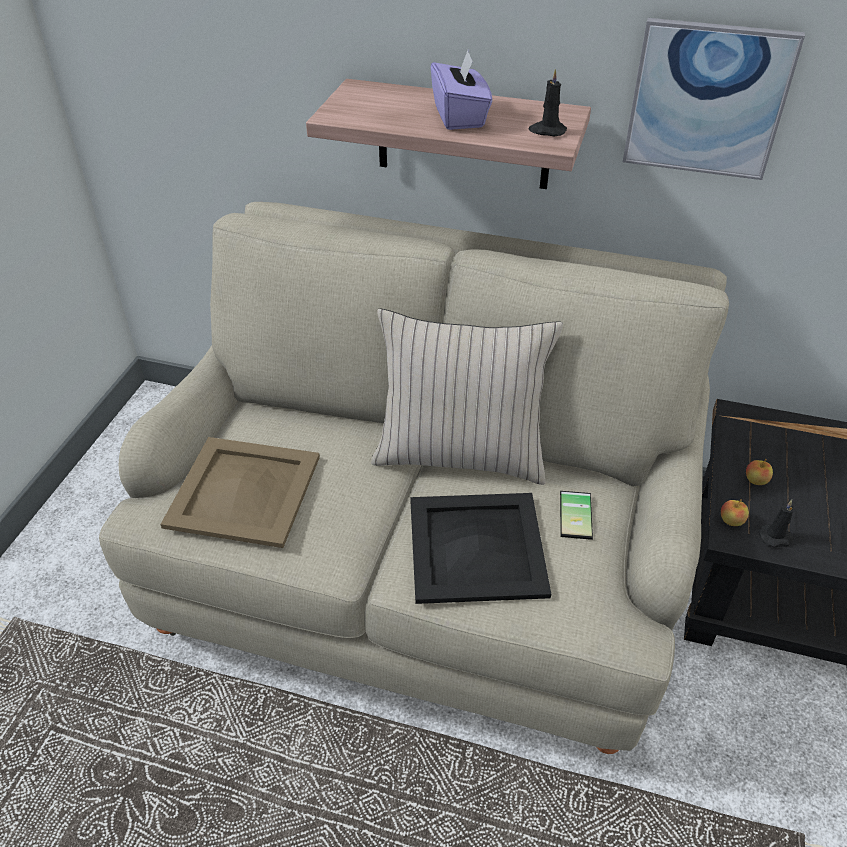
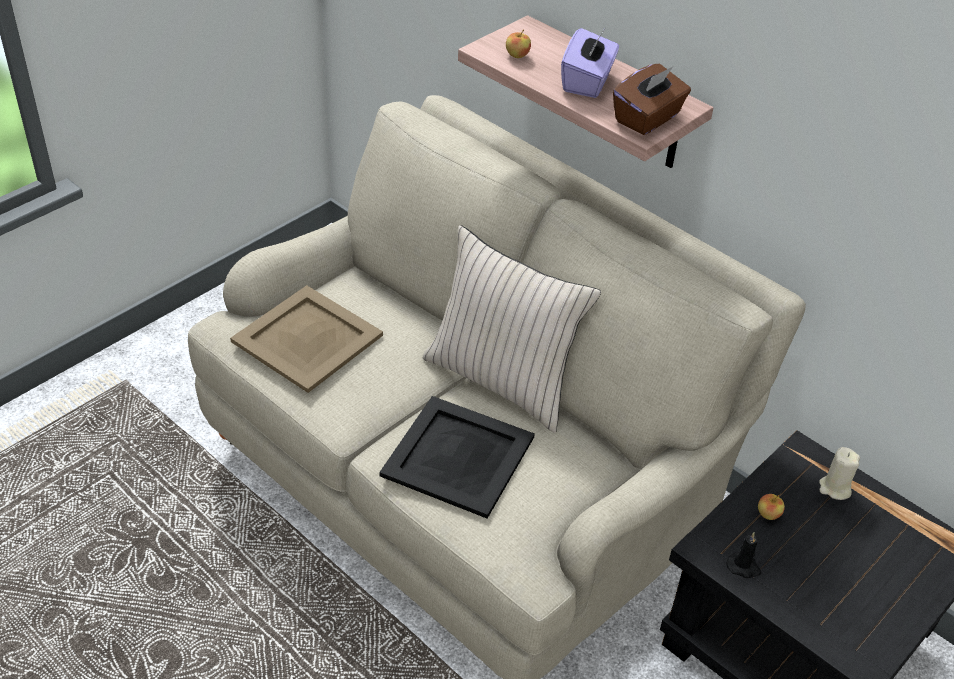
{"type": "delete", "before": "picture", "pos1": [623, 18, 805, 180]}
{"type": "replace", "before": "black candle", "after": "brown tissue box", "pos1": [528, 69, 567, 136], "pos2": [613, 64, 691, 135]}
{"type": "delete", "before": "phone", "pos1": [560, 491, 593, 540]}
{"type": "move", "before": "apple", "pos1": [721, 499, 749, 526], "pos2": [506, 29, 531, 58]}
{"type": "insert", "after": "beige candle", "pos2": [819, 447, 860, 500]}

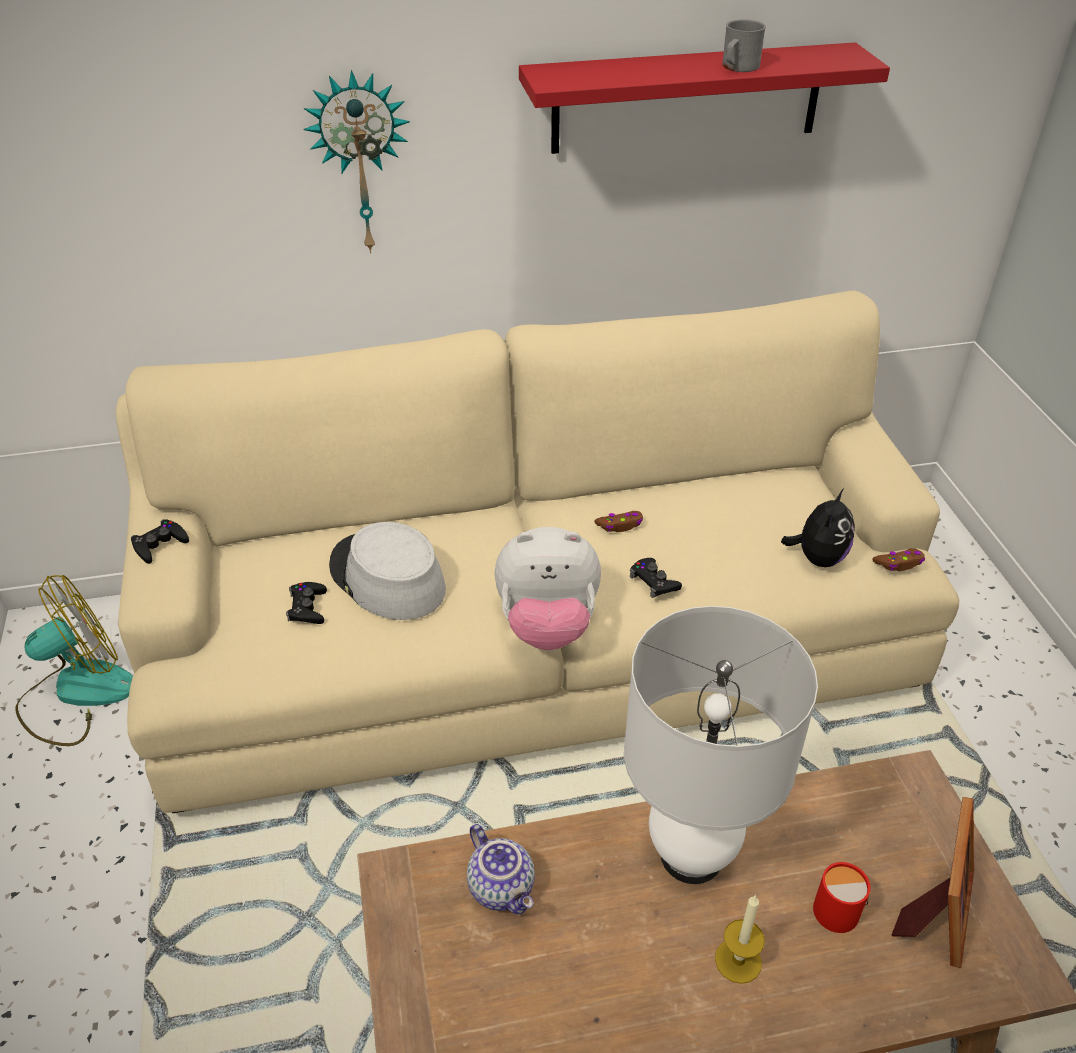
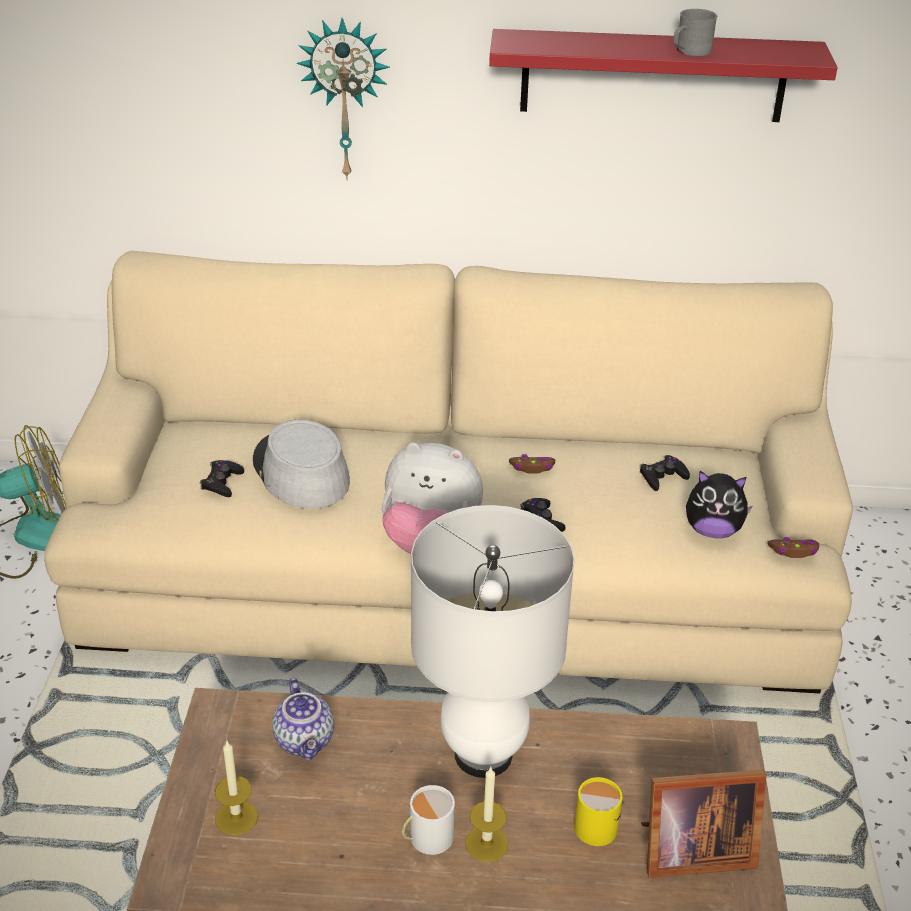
{"type": "rotate", "before": "plush toy", "pos1": [781, 489, 855, 567], "pos2": [686, 471, 752, 538], "turn": 60}
{"type": "move", "before": "black game controller", "pos1": [131, 519, 189, 564], "pos2": [640, 455, 690, 491]}
{"type": "rotate", "before": "picture frame", "pos1": [892, 797, 974, 968], "pos2": [641, 769, 766, 878], "turn": 45}
{"type": "recolor", "before": "red mug", "after": "yellow mug", "pos1": [813, 862, 871, 933], "pos2": [574, 777, 622, 846]}
{"type": "insert", "after": "candle", "pos2": [215, 741, 258, 835]}
{"type": "insert", "after": "white mug", "pos2": [402, 785, 455, 855]}

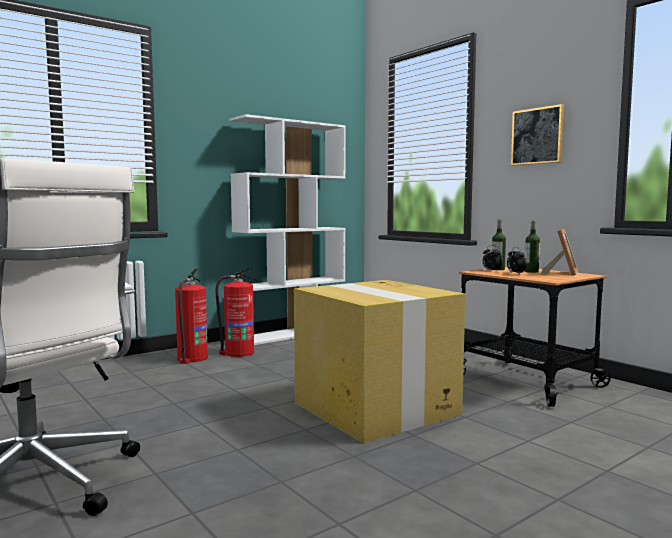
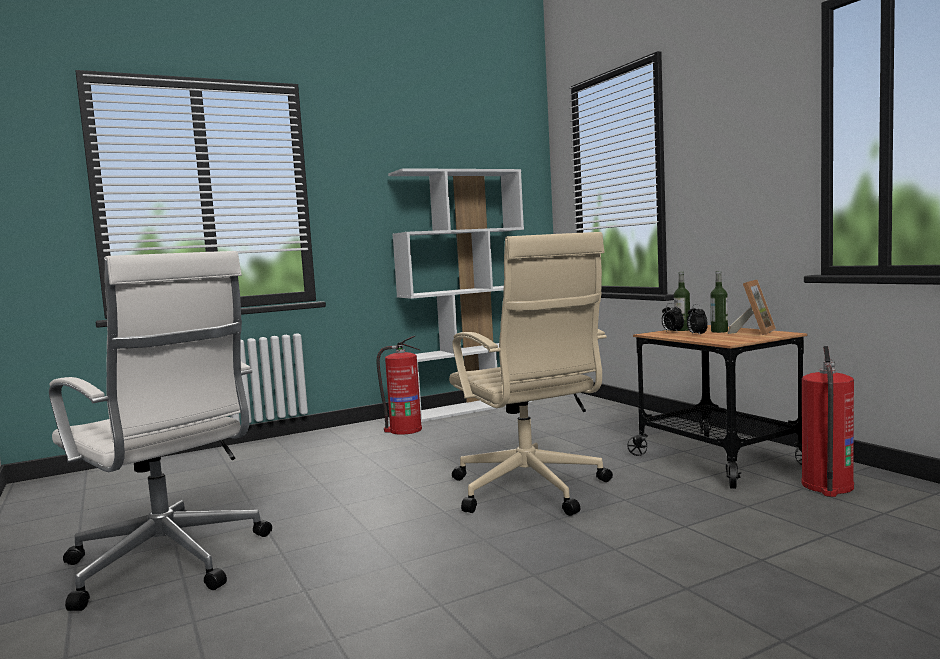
{"type": "delete", "before": "picture", "pos1": [511, 104, 564, 166]}
{"type": "move", "before": "fire extinguisher", "pos1": [175, 268, 208, 364], "pos2": [801, 346, 854, 497]}
{"type": "replace", "before": "cardboard box", "after": "beige office chair", "pos1": [294, 280, 465, 443], "pos2": [449, 232, 613, 516]}

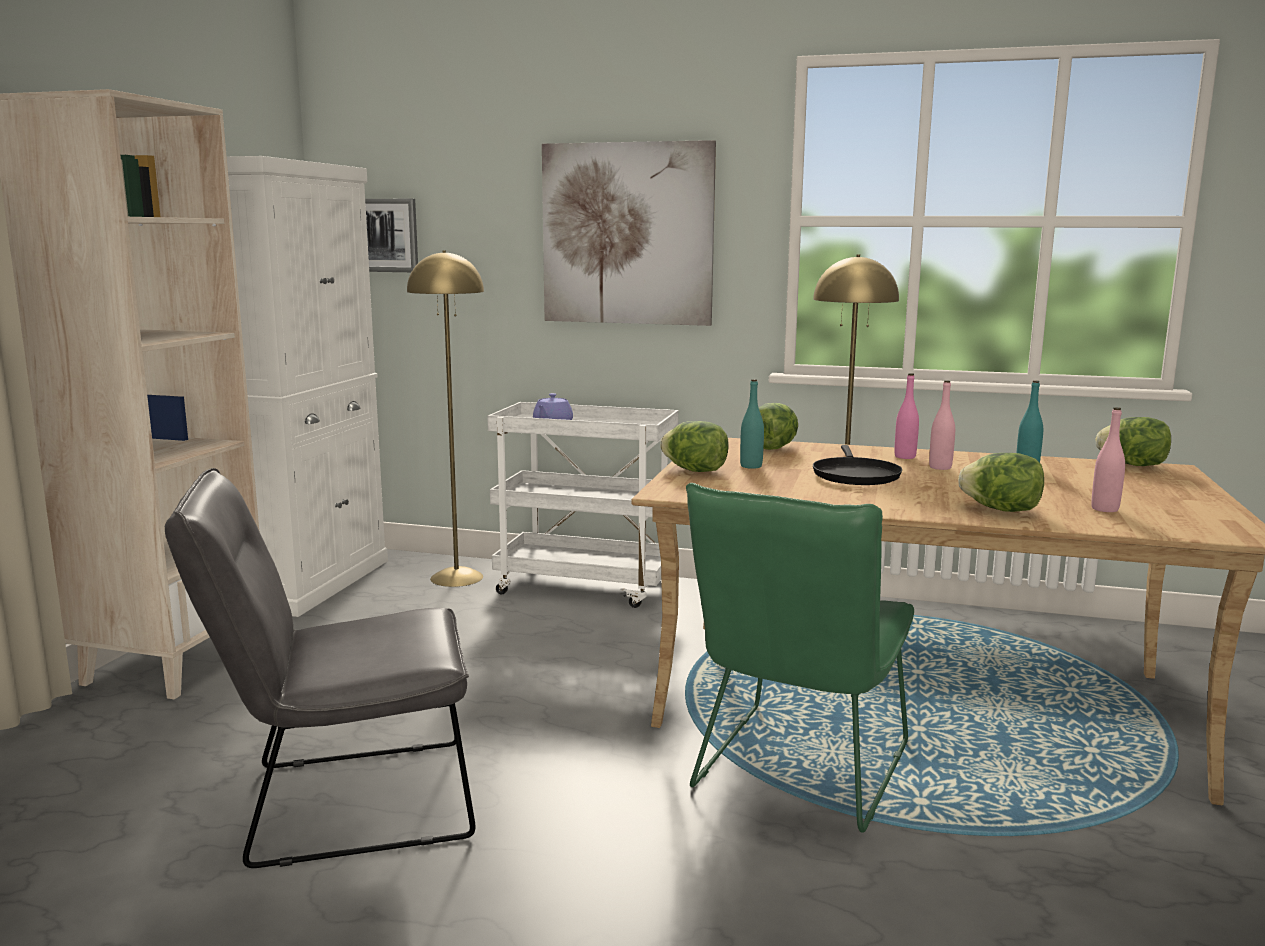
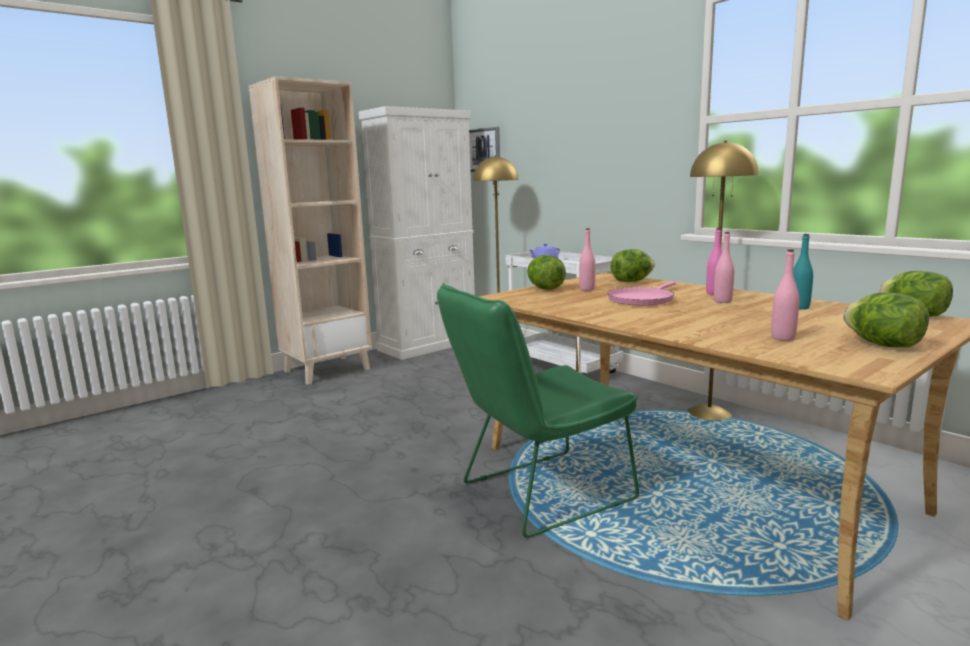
{"type": "delete", "before": "picture", "pos1": [542, 140, 716, 326]}
{"type": "recolor", "before": "turquoise bottle", "after": "pink bottle", "pos1": [740, 379, 764, 469], "pos2": [579, 228, 596, 291]}
{"type": "recolor", "before": "black frying pan", "after": "pink frying pan", "pos1": [813, 445, 902, 485], "pos2": [607, 282, 676, 306]}
{"type": "move", "before": "lettuce", "pos1": [958, 453, 1044, 512], "pos2": [843, 293, 929, 347]}
{"type": "delete", "before": "grey chair", "pos1": [165, 468, 475, 868]}

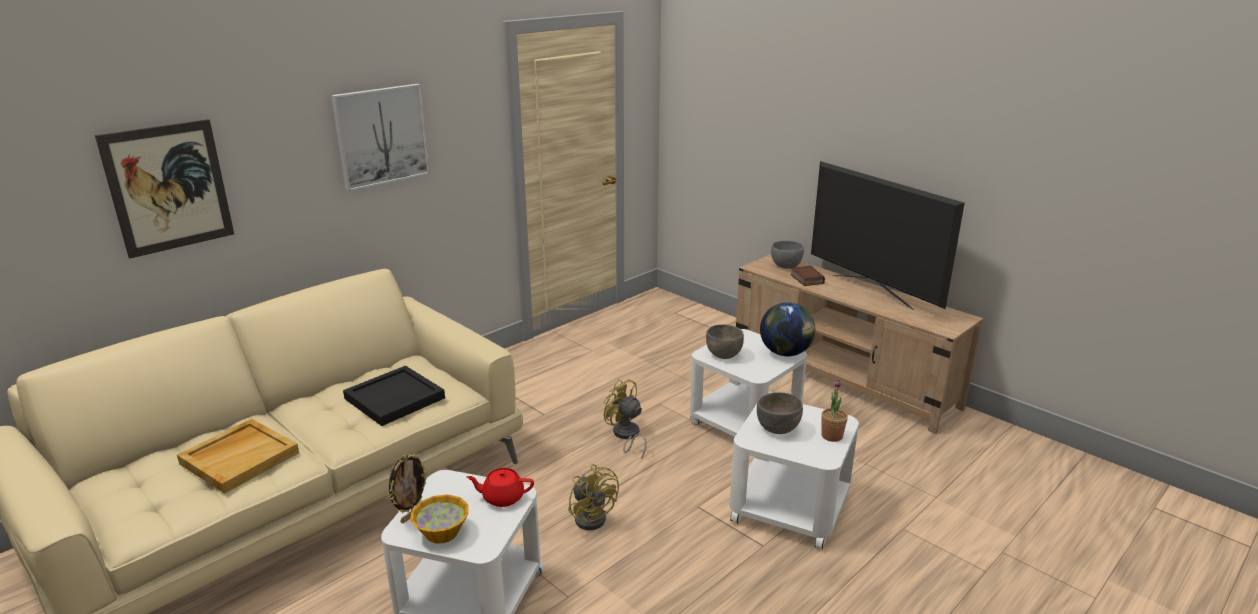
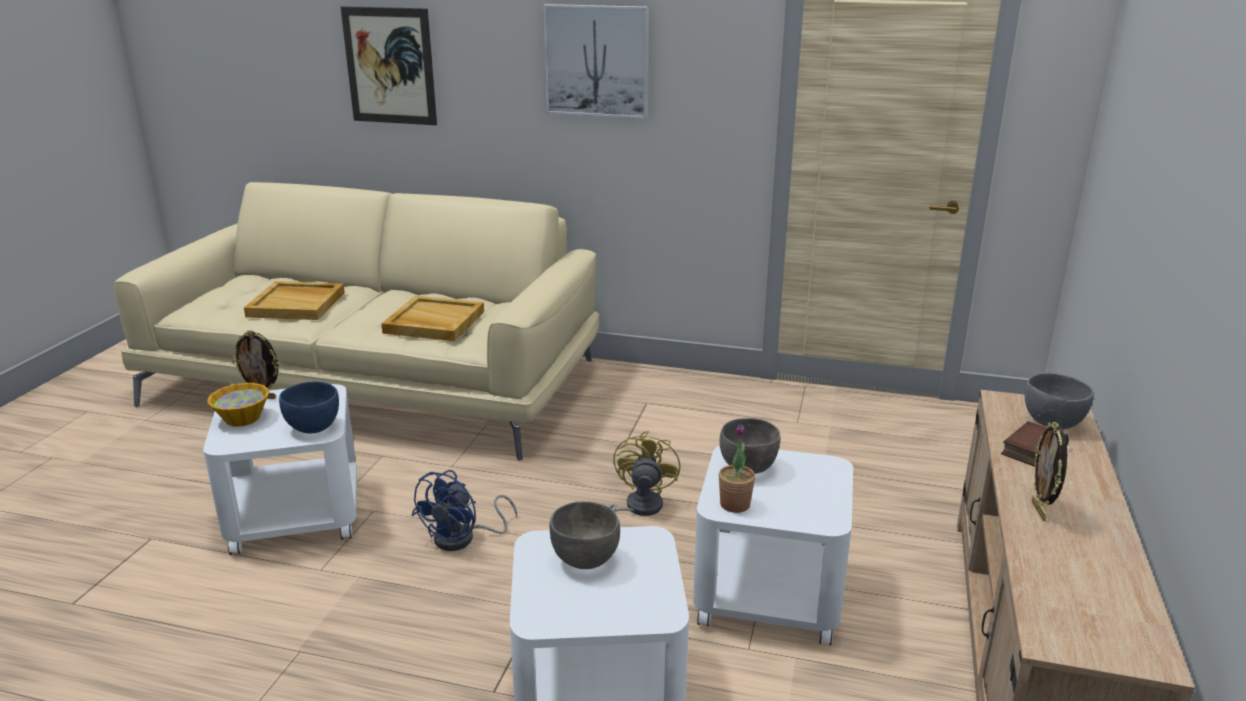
{"type": "delete", "before": "television", "pos1": [811, 161, 965, 310]}
{"type": "delete", "before": "globe", "pos1": [760, 302, 815, 356]}
{"type": "recolor", "before": "black tray", "after": "beige tray", "pos1": [343, 366, 445, 426], "pos2": [381, 296, 484, 341]}
{"type": "move", "before": "potted plant", "pos1": [821, 380, 848, 442], "pos2": [718, 425, 755, 513]}
{"type": "recolor", "before": "yellow fan", "after": "blue fan", "pos1": [568, 464, 619, 530], "pos2": [411, 470, 517, 551]}
{"type": "replace", "before": "red teapot", "after": "blue bowl", "pos1": [466, 468, 534, 507], "pos2": [279, 381, 339, 434]}
{"type": "insert", "after": "picture frame", "pos2": [1032, 422, 1067, 521]}

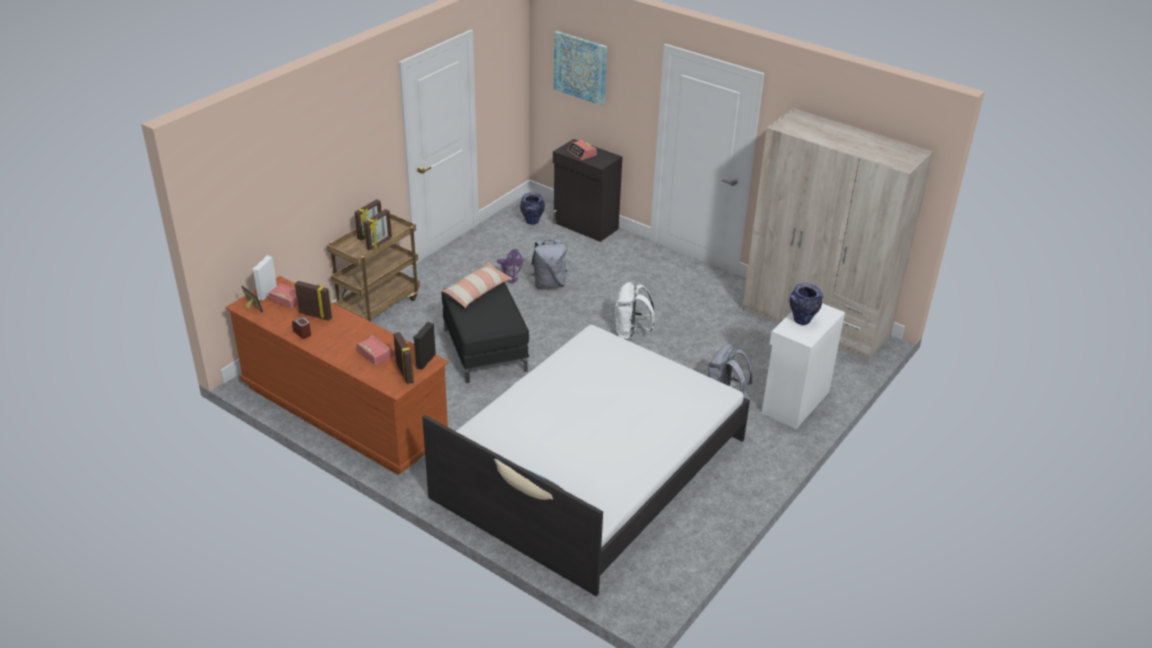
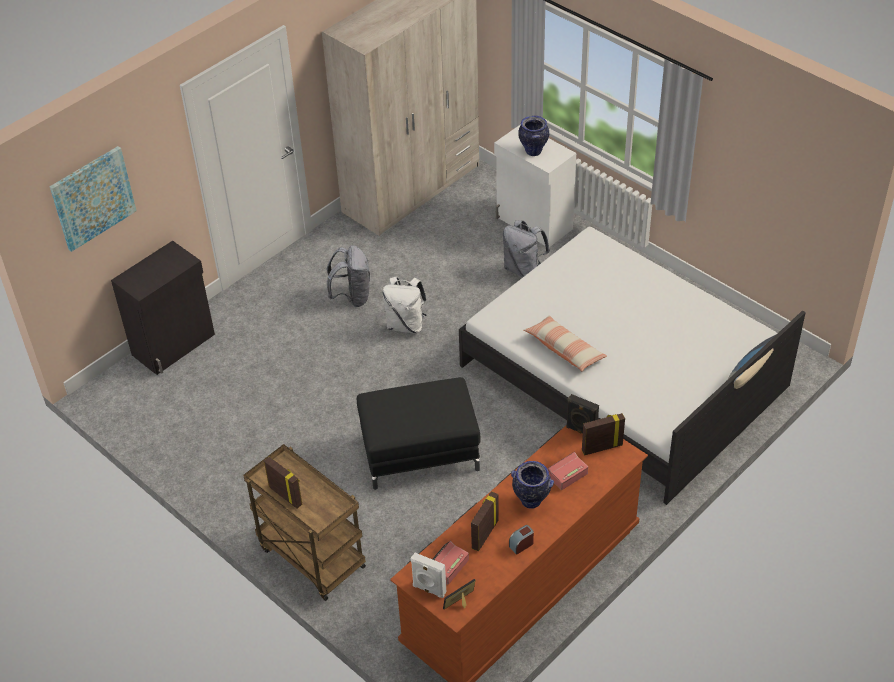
{"type": "delete", "before": "alarm clock", "pos1": [567, 140, 597, 160]}
{"type": "move", "before": "vase", "pos1": [520, 193, 545, 225], "pos2": [511, 461, 554, 509]}
{"type": "delete", "before": "picture frame", "pos1": [364, 209, 392, 250]}
{"type": "move", "before": "grey backpack", "pos1": [531, 239, 567, 289], "pos2": [327, 245, 370, 307]}
{"type": "delete", "before": "purple fan", "pos1": [497, 249, 523, 284]}
{"type": "move", "before": "pillow", "pos1": [441, 262, 513, 308], "pos2": [524, 315, 607, 371]}

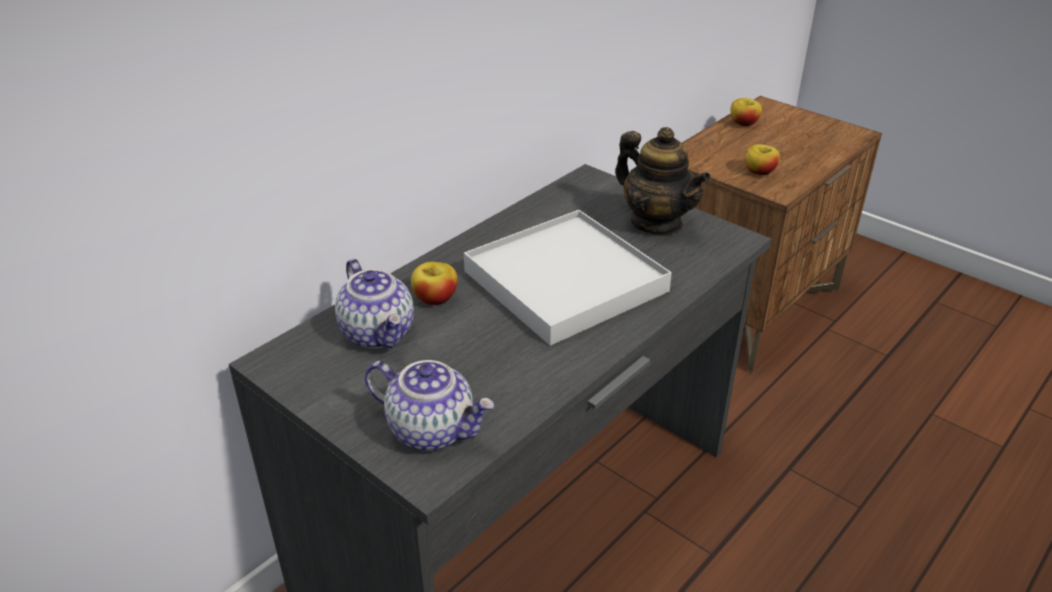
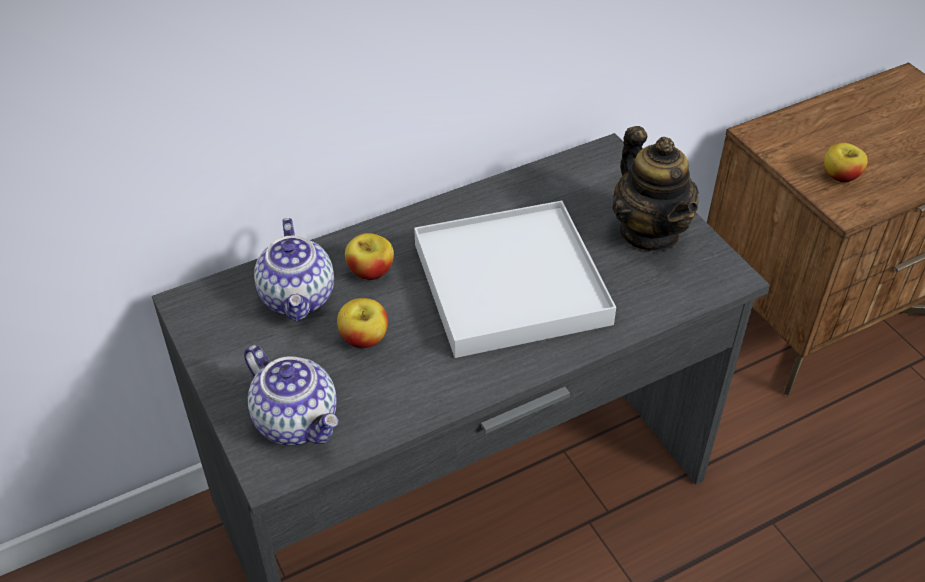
{"type": "move", "before": "apple", "pos1": [730, 98, 762, 127], "pos2": [337, 298, 388, 348]}

